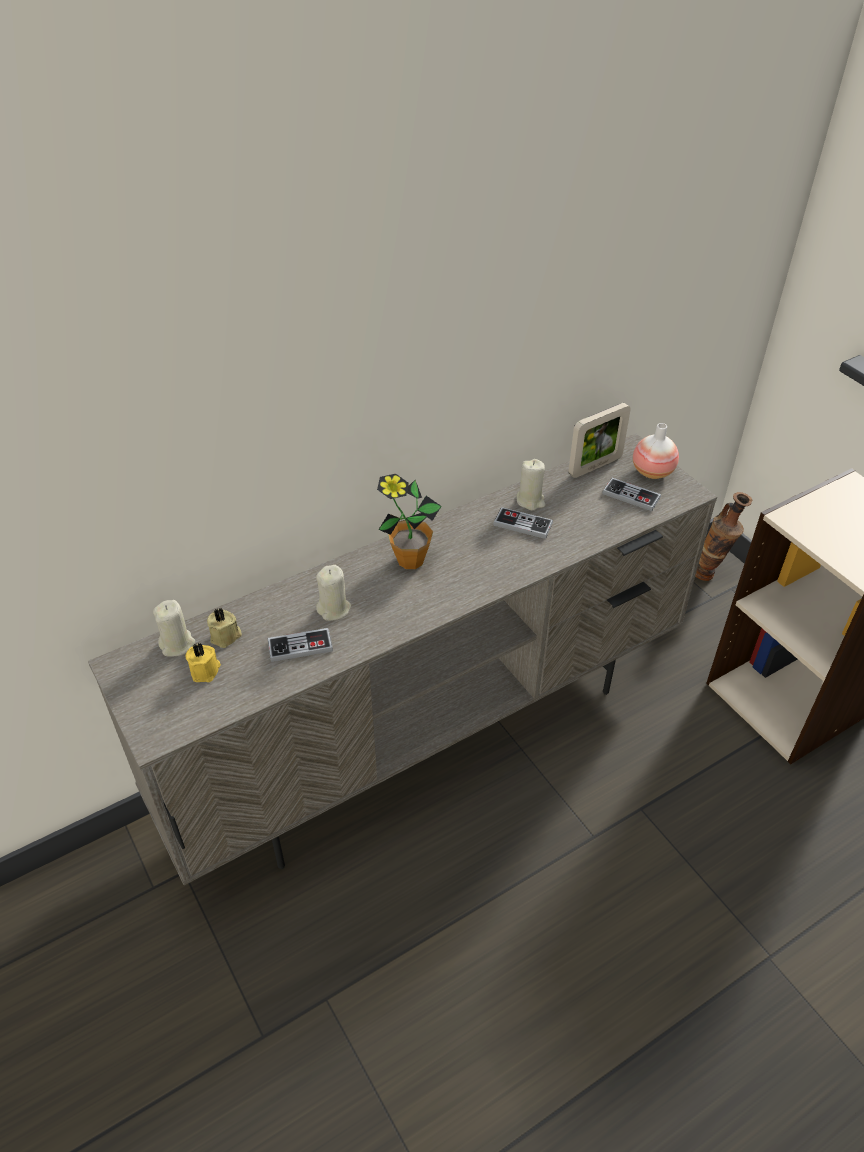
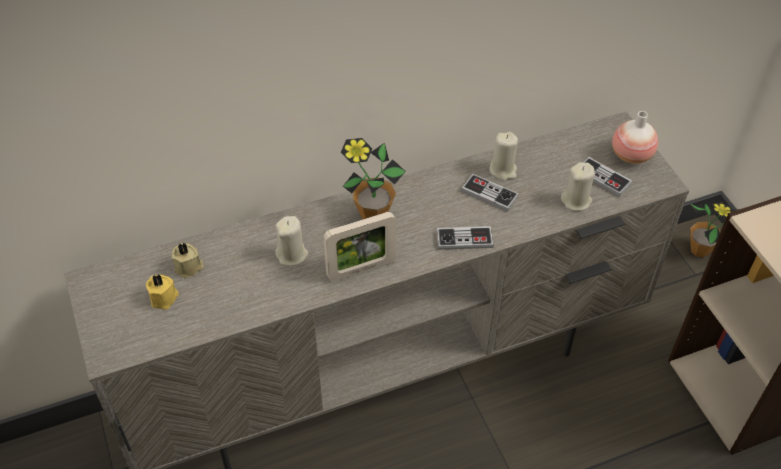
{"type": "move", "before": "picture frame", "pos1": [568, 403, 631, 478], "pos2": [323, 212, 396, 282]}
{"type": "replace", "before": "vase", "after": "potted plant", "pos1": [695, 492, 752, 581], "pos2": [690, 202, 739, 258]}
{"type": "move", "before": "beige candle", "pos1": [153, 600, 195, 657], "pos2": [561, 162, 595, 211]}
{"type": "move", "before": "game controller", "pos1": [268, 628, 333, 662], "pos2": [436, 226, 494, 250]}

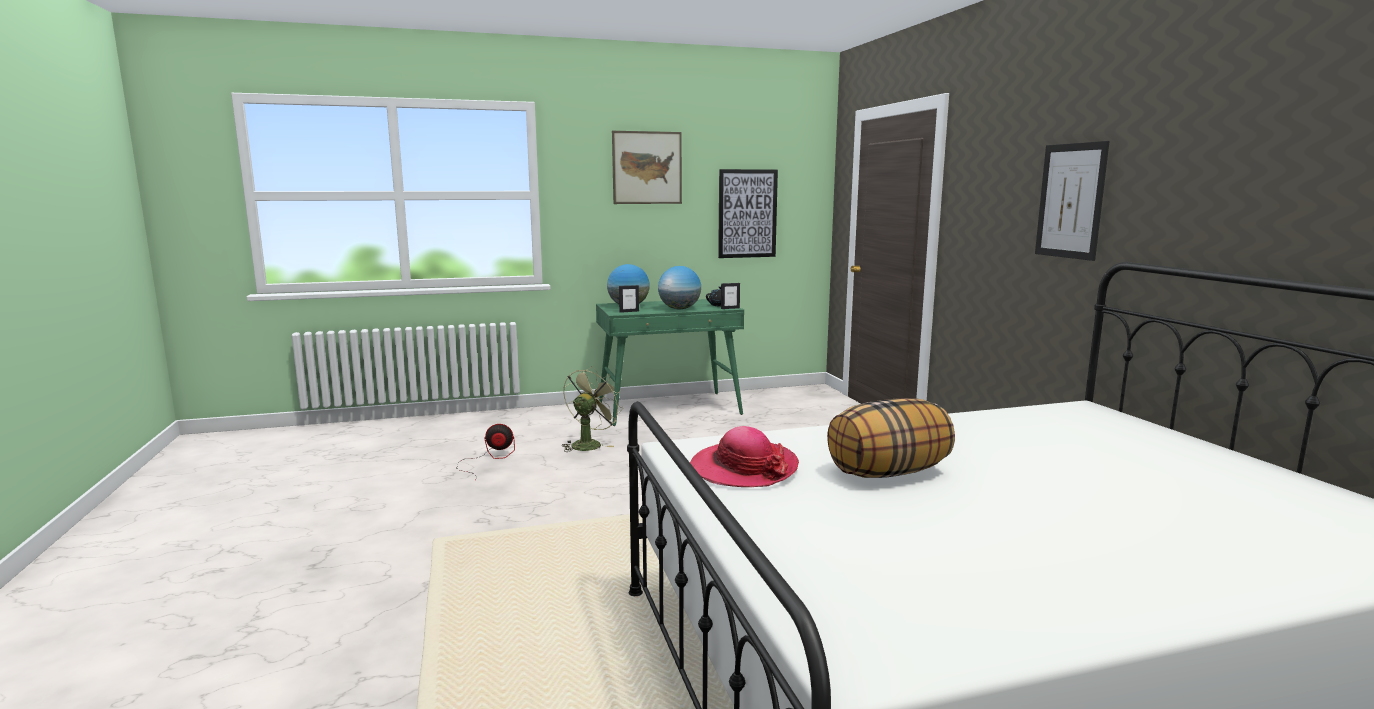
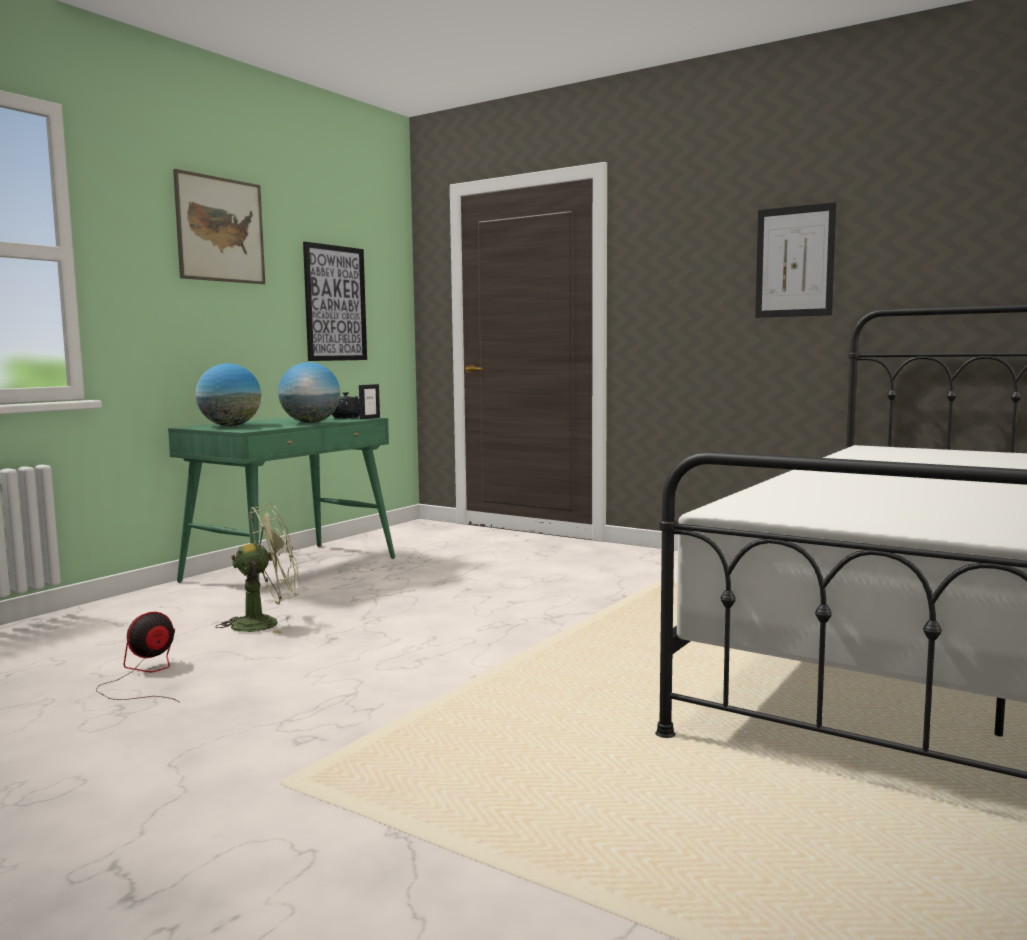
{"type": "delete", "before": "picture frame", "pos1": [619, 285, 639, 313]}
{"type": "rotate", "before": "green fan", "pos1": [561, 366, 623, 452], "pos2": [215, 503, 300, 634], "turn": 75}
{"type": "delete", "before": "pillow", "pos1": [827, 398, 955, 478]}
{"type": "delete", "before": "hat", "pos1": [690, 426, 799, 487]}

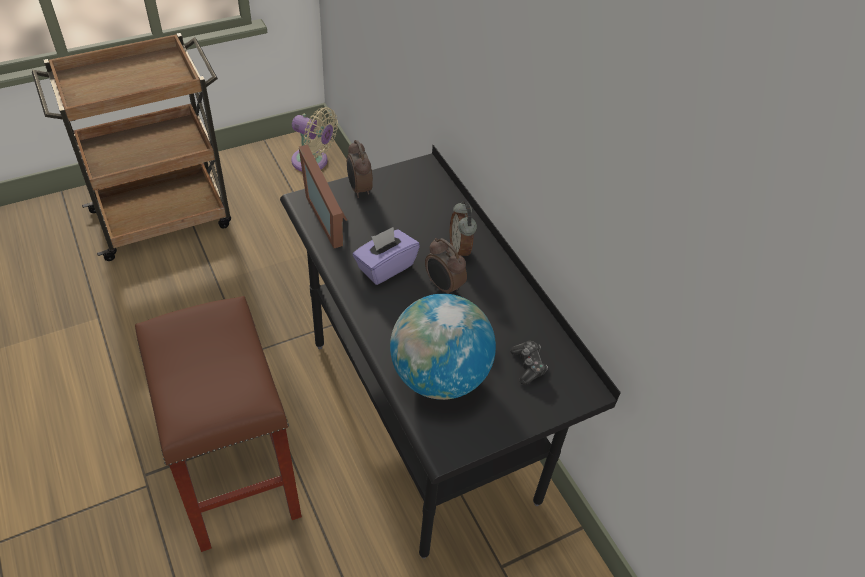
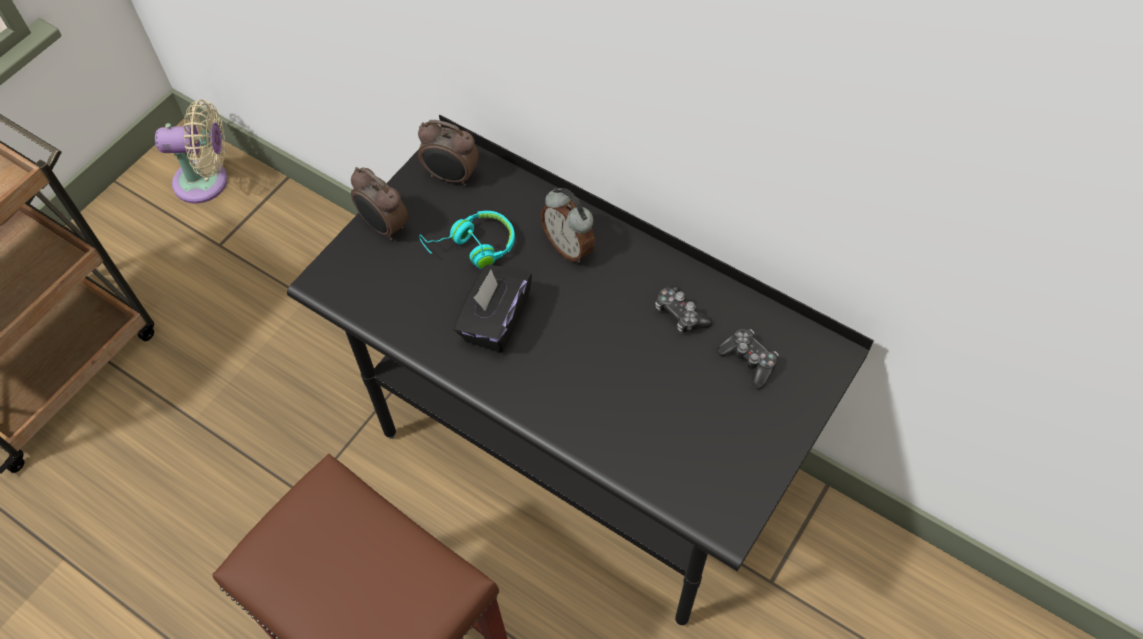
{"type": "delete", "before": "picture frame", "pos1": [299, 144, 347, 248]}
{"type": "recolor", "before": "purple tissue box", "after": "black tissue box", "pos1": [353, 227, 420, 285], "pos2": [453, 264, 532, 352]}
{"type": "move", "before": "alarm clock", "pos1": [425, 238, 467, 294], "pos2": [418, 120, 479, 186]}
{"type": "delete", "before": "globe", "pos1": [390, 293, 496, 400]}
{"type": "insert", "after": "turquoise headphones", "pos2": [419, 211, 515, 269]}
{"type": "insert", "after": "game controller", "pos2": [655, 285, 713, 333]}

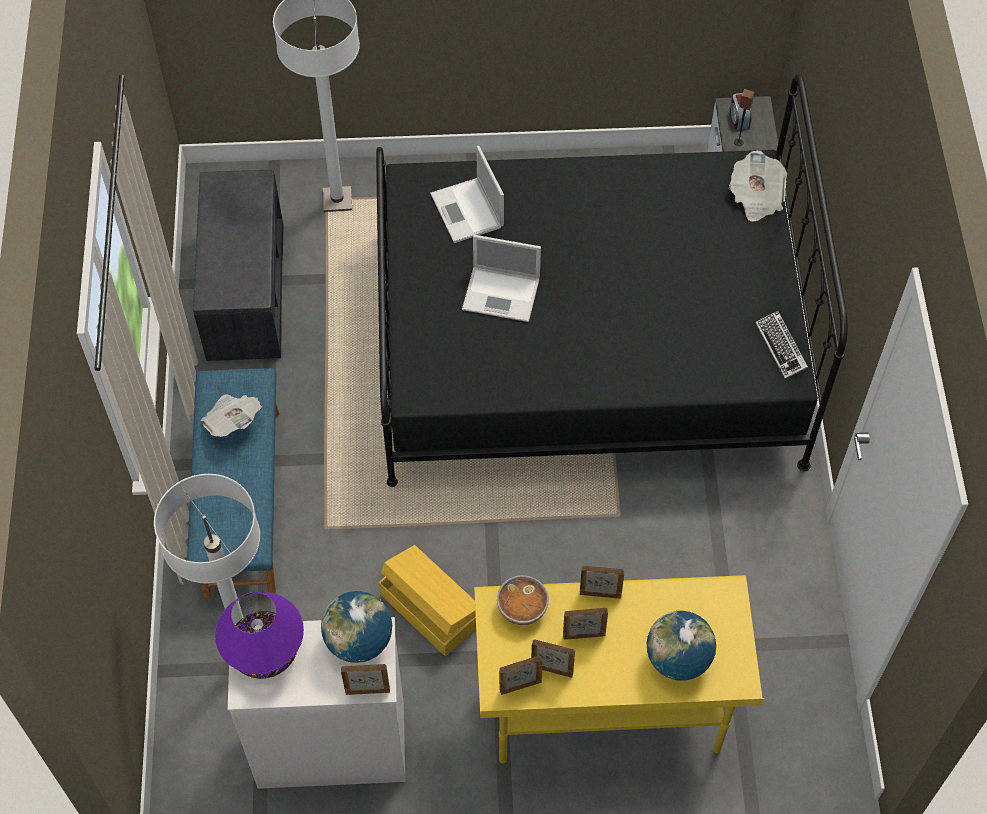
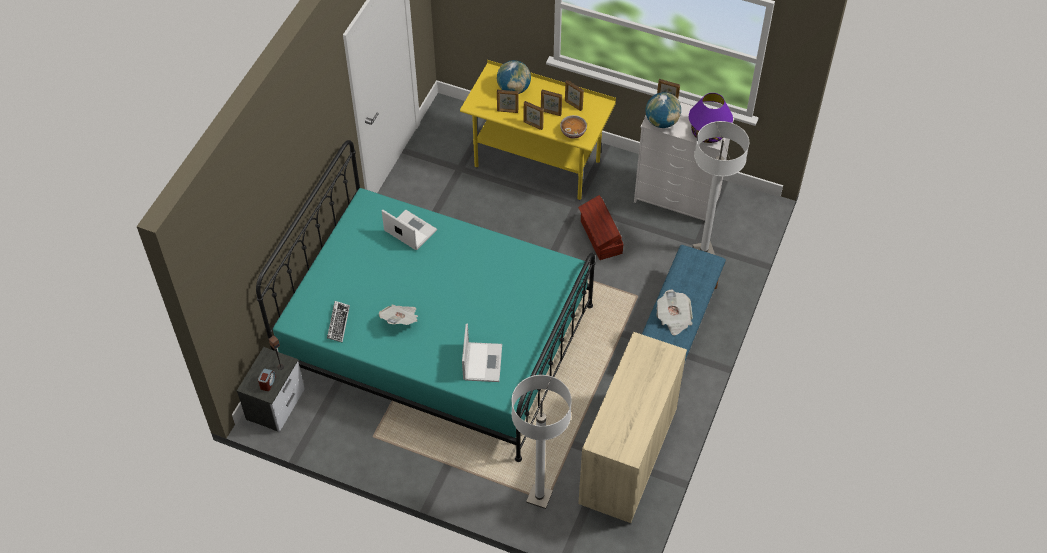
{"type": "recolor", "before": "black bed", "after": "turquoise bed", "pos1": [376, 74, 848, 487], "pos2": [256, 140, 595, 462]}
{"type": "move", "before": "newspaper", "pos1": [729, 151, 787, 222], "pos2": [379, 305, 418, 325]}
{"type": "replace", "before": "grey bench", "after": "beige cabinet", "pos1": [193, 170, 284, 361], "pos2": [578, 332, 687, 523]}
{"type": "move", "before": "laptop", "pos1": [462, 235, 541, 322], "pos2": [382, 210, 437, 250]}
{"type": "move", "before": "keyboard", "pos1": [756, 311, 808, 379], "pos2": [327, 301, 350, 343]}
{"type": "recolor", "before": "yellow storage box", "after": "brown storage box", "pos1": [379, 545, 476, 656], "pos2": [578, 195, 623, 260]}
{"type": "move", "before": "picture frame", "pos1": [499, 656, 543, 695], "pos2": [497, 90, 519, 113]}

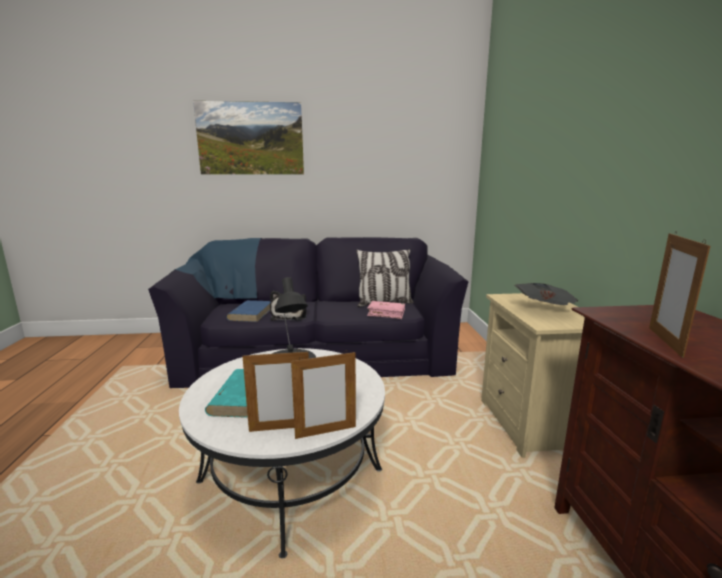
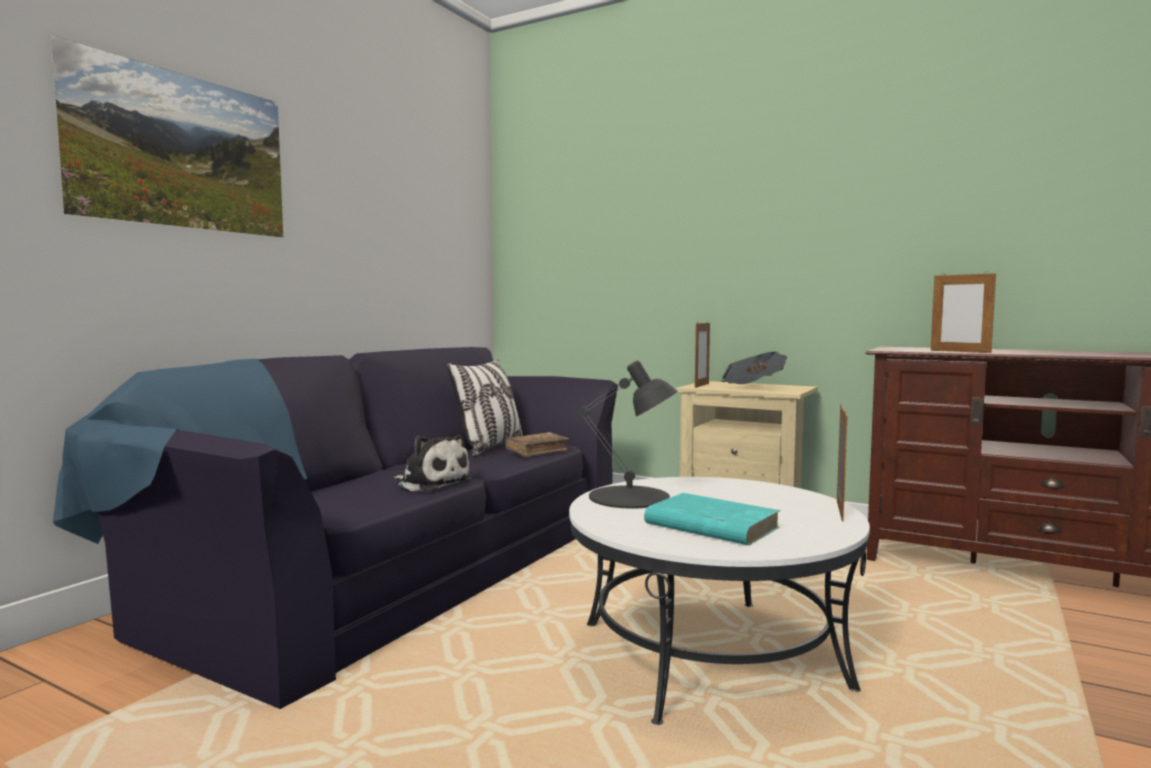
{"type": "delete", "before": "blue book", "pos1": [226, 300, 271, 322]}
{"type": "recolor", "before": "pink book", "after": "brown book", "pos1": [367, 301, 405, 319], "pos2": [505, 432, 569, 457]}
{"type": "move", "before": "picture frame", "pos1": [242, 349, 309, 432], "pos2": [695, 321, 710, 388]}

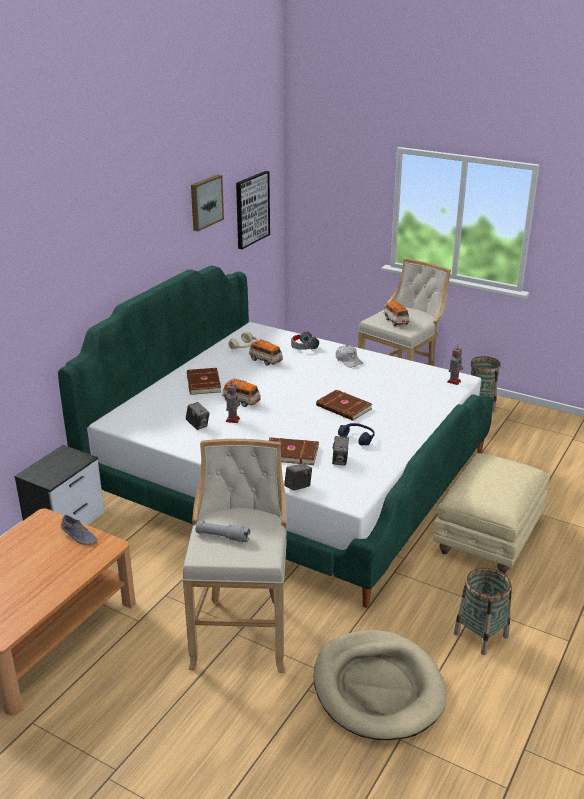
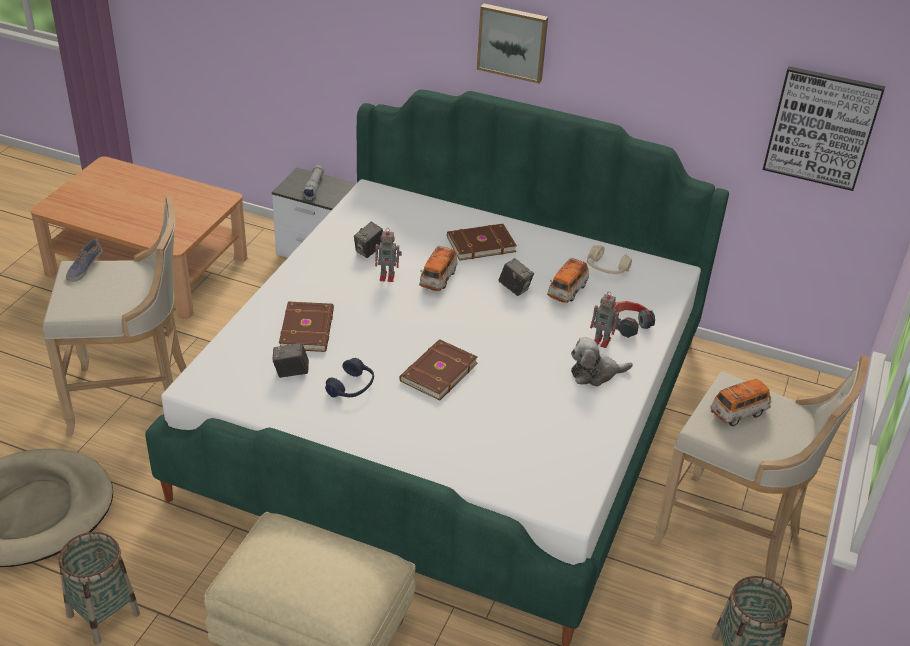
{"type": "move", "before": "picture", "pos1": [191, 175, 224, 231], "pos2": [477, 3, 548, 84]}
{"type": "replace", "before": "white cap", "after": "plush toy", "pos1": [336, 345, 363, 368], "pos2": [571, 337, 633, 387]}
{"type": "move", "before": "toy robot", "pos1": [447, 345, 463, 385], "pos2": [590, 291, 621, 348]}
{"type": "move", "before": "photo camera", "pos1": [284, 463, 312, 491], "pos2": [498, 258, 534, 296]}
{"type": "move", "before": "shoe", "pos1": [61, 515, 97, 545], "pos2": [66, 239, 103, 282]}
{"type": "move", "before": "grey flashlight", "pos1": [196, 521, 250, 542], "pos2": [302, 165, 324, 200]}

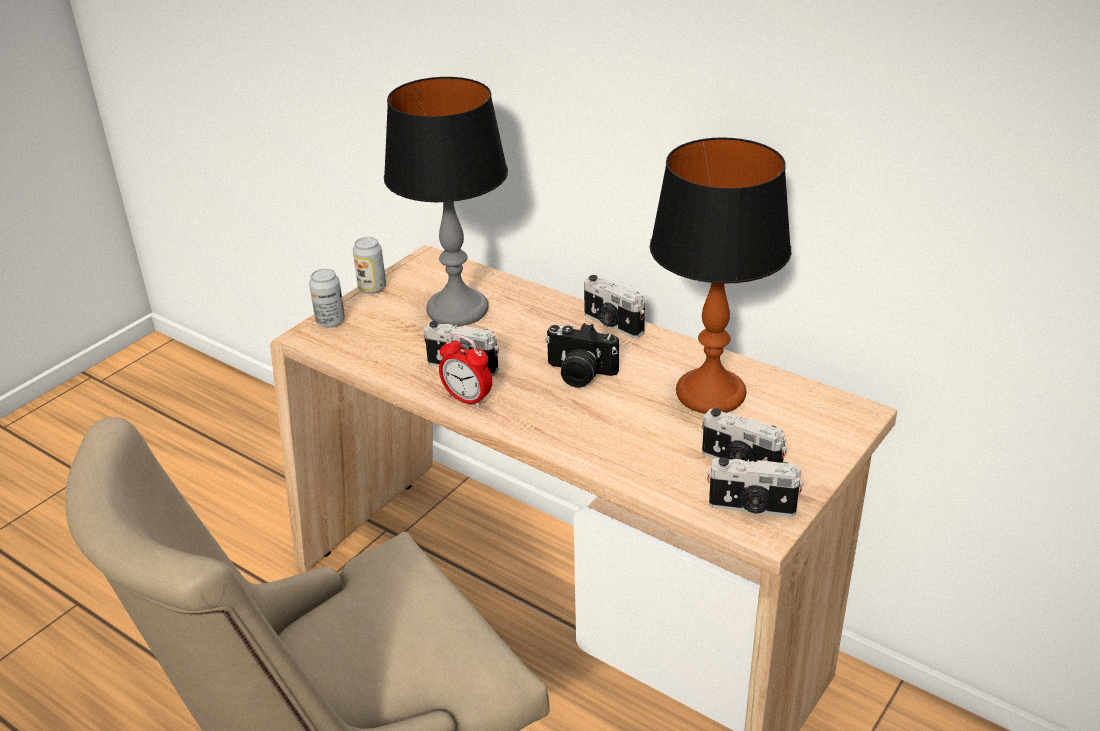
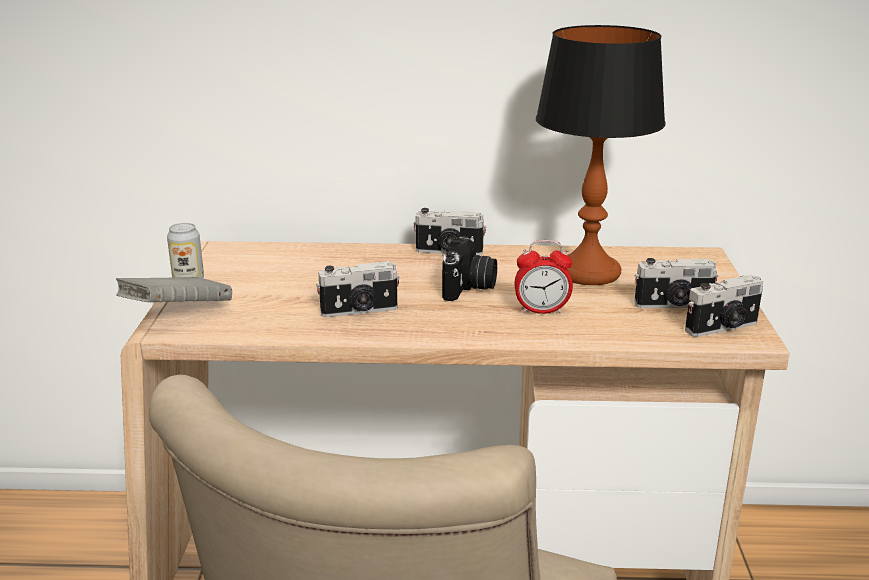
{"type": "delete", "before": "table lamp", "pos1": [384, 77, 508, 326]}
{"type": "replace", "before": "can", "after": "grey book", "pos1": [309, 269, 345, 328], "pos2": [116, 277, 232, 302]}
{"type": "rotate", "before": "photo camera", "pos1": [545, 323, 619, 388], "pos2": [442, 236, 497, 301], "turn": -60}
{"type": "move", "before": "alarm clock", "pos1": [439, 334, 492, 408], "pos2": [514, 240, 573, 314]}

